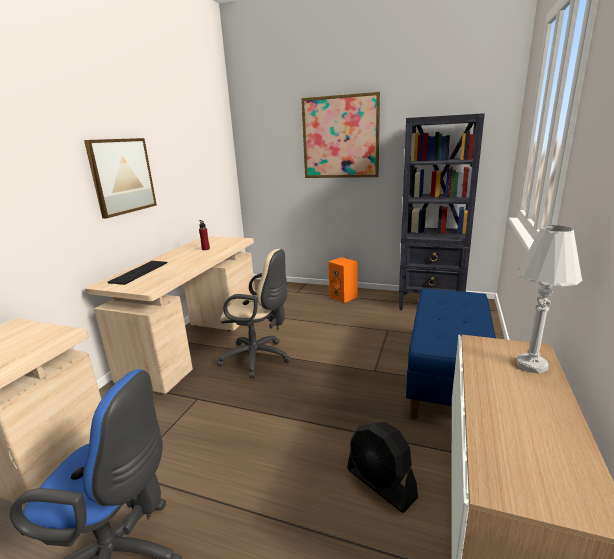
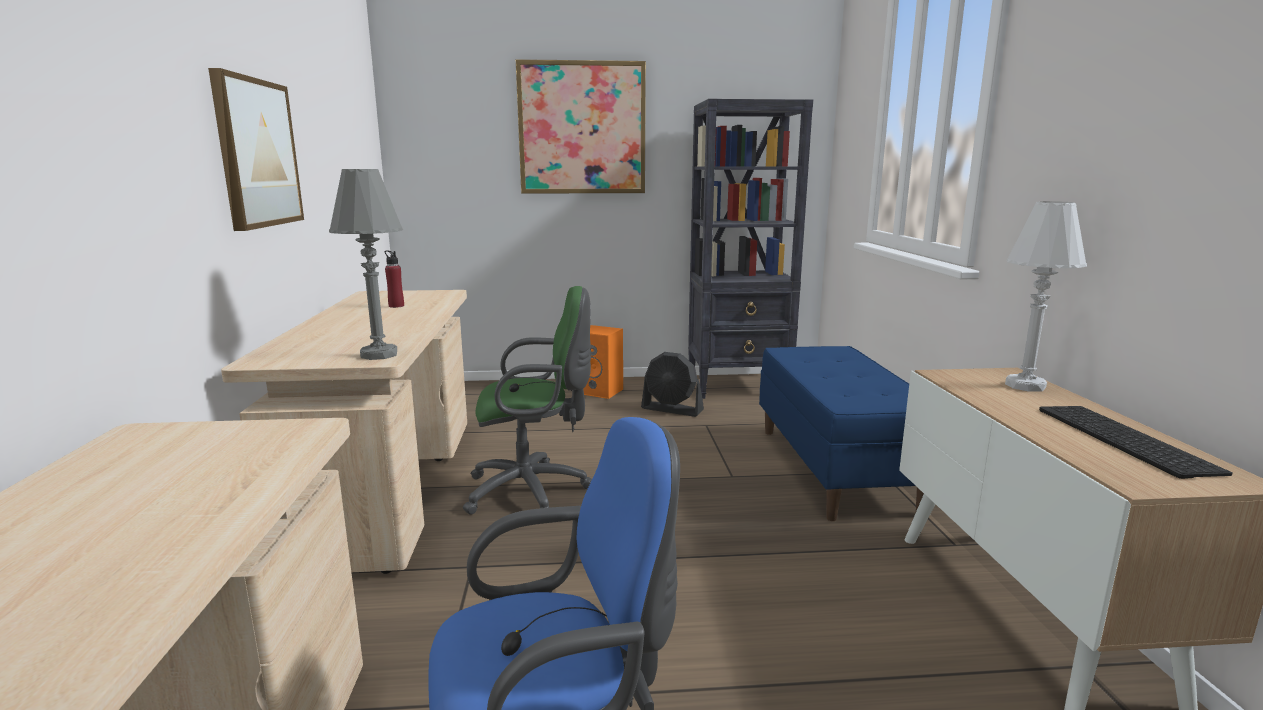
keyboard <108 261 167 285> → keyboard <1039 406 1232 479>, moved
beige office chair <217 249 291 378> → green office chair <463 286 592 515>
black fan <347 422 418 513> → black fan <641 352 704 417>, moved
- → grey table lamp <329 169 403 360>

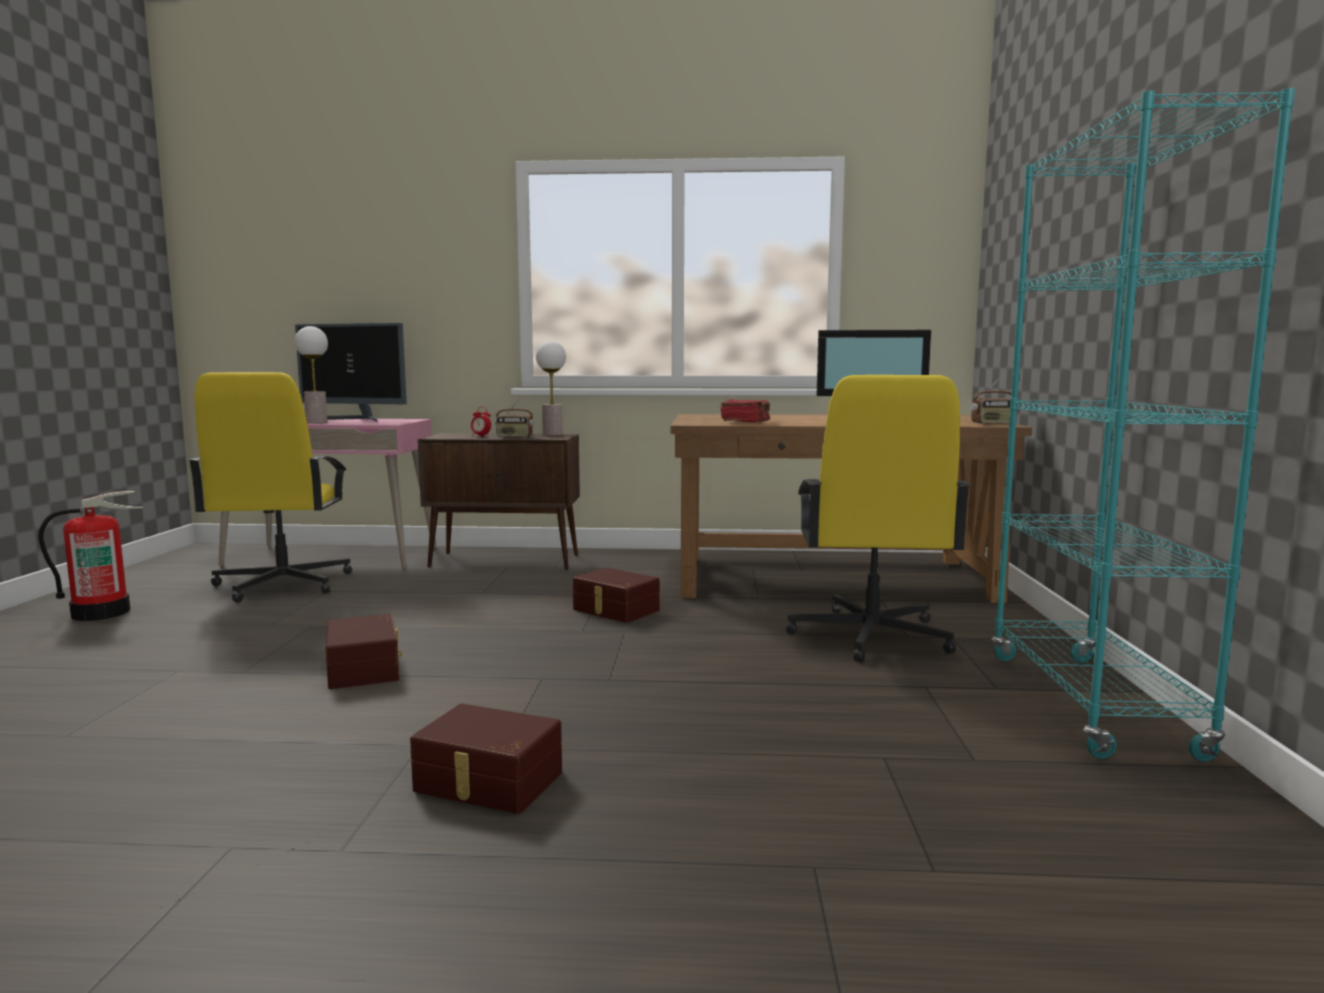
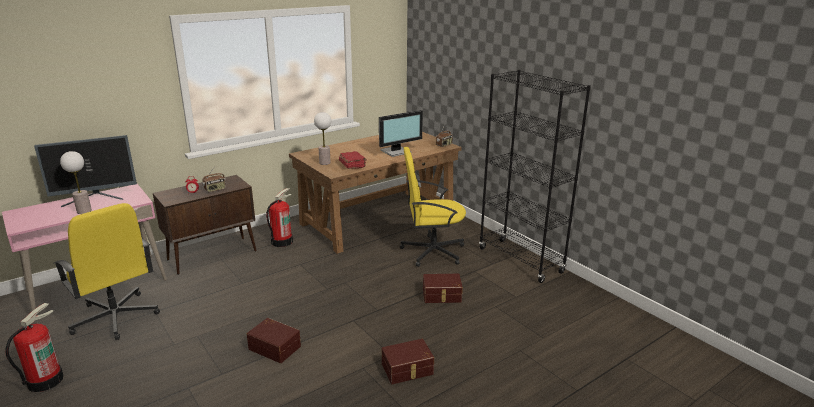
table lamp <536 341 566 436> → table lamp <314 112 331 165>, moved
brown storage box <573 567 660 623> → brown storage box <423 274 463 303>, moved
yellow office chair <786 375 971 662> → yellow office chair <400 147 466 267>, 120 degrees clockwise
turquoise bookcase <992 88 1295 762> → black bookcase <479 70 591 283>
- → fire extinguisher <266 188 293 247>

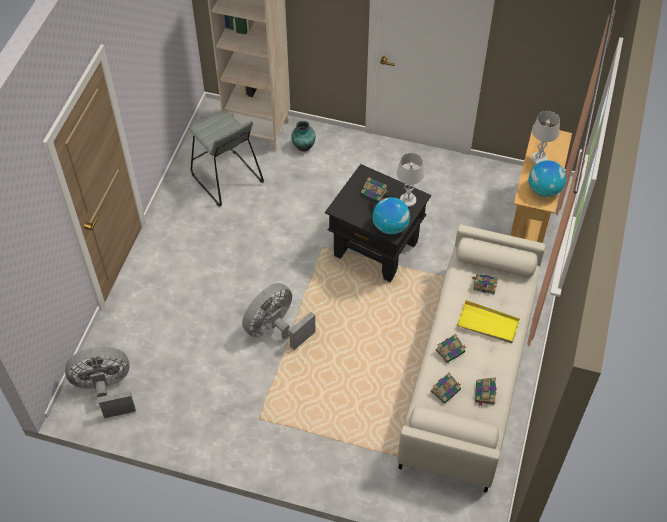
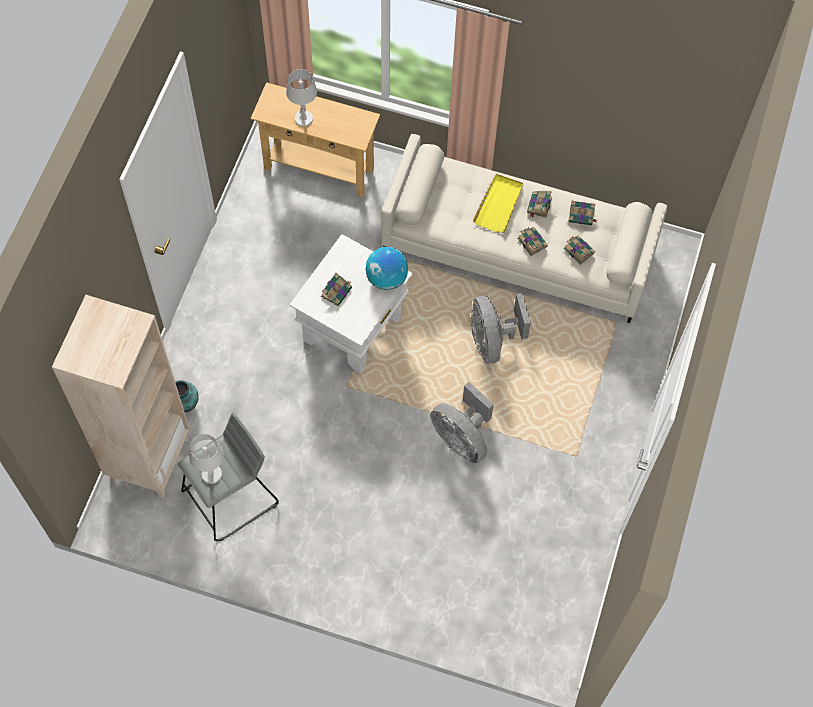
grey fan <65 347 136 418> → grey fan <471 293 531 363>, moved
black side table <325 164 431 282> → white side table <290 234 413 374>
white table lamp <397 153 424 207> → white table lamp <189 434 224 484>, moved
book <472 273 498 295> → book <527 191 552 218>, moved
globe <528 160 566 197> → -

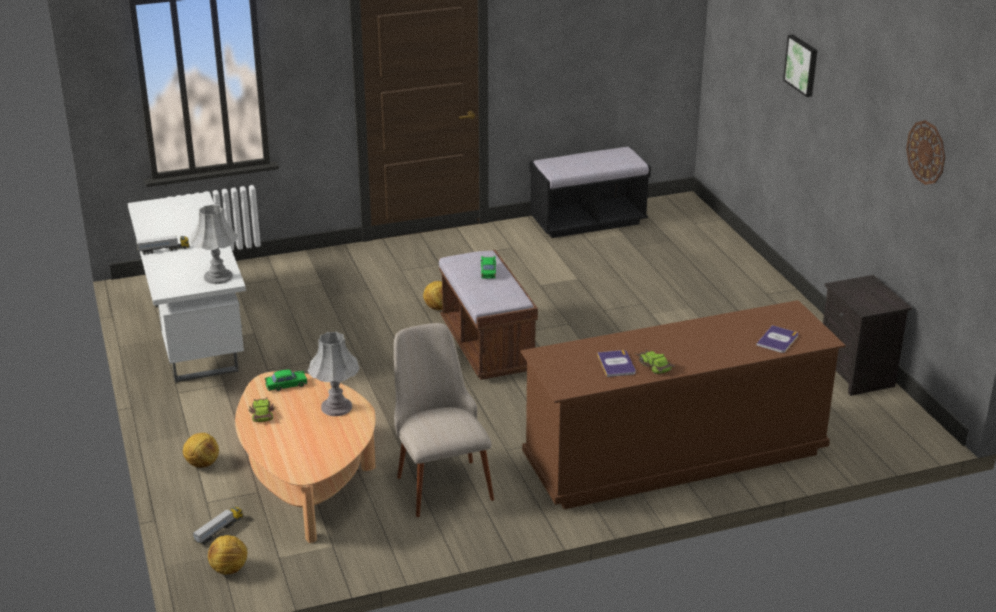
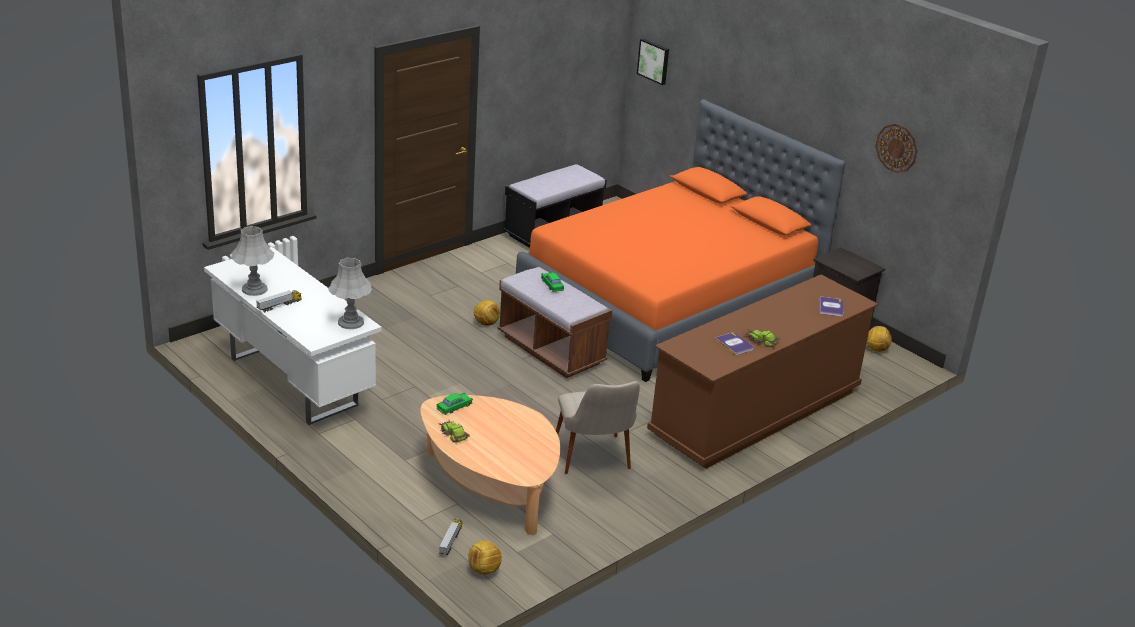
football <183 433 219 468> → football <867 326 892 352>, moved
grey table lamp <307 332 360 416> → grey table lamp <231 226 274 296>, moved
beige chair <394 323 494 517> → beige chair <556 381 640 474>, 150 degrees counterclockwise
picture <783 35 817 97> → picture <637 38 669 85>, moved
- → orange bed <516 99 845 382>

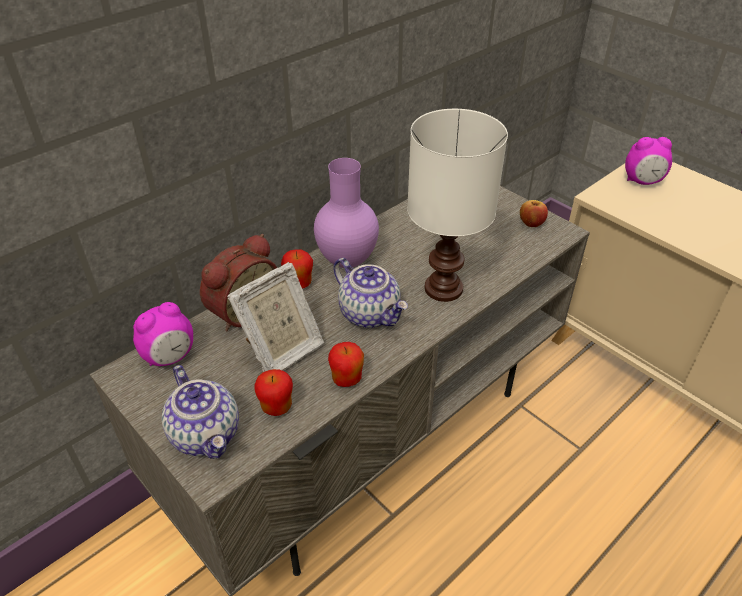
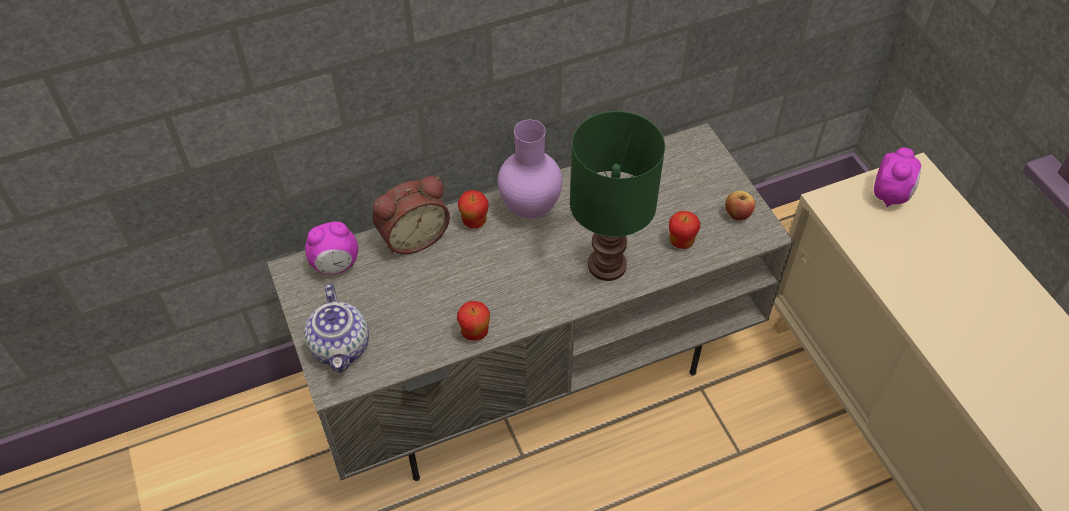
picture frame <227 262 324 372> → -
apple <254 369 293 416> → apple <669 211 700 249>, moved
teapot <333 258 408 328> → -
white table lamp <407 109 508 302> → green table lamp <570 111 665 281>
alarm clock <625 137 672 185> → alarm clock <874 148 921 207>, 90 degrees counterclockwise

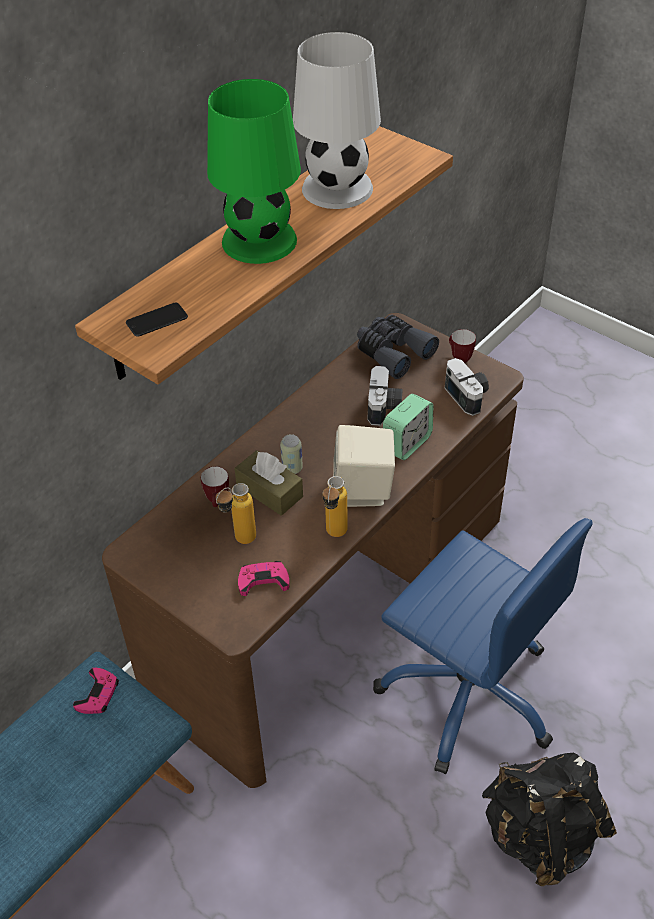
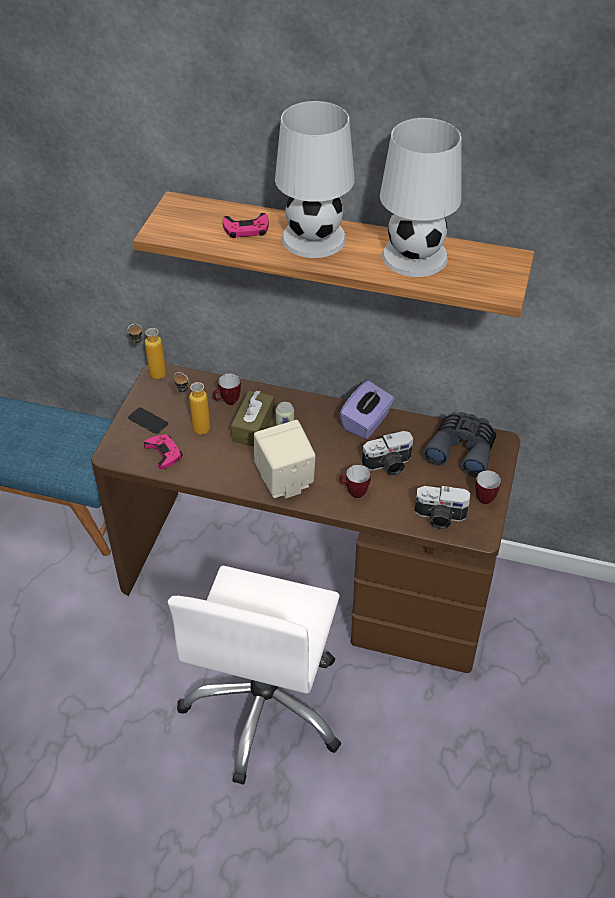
pink game controller <73 668 119 714> → pink game controller <223 213 269 238>, moved
phone <126 302 188 337> → phone <128 407 168 434>, moved
green table lamp <207 79 301 264> → white table lamp <275 101 355 258>
bottle <323 476 348 537> → bottle <127 324 166 379>, moved
blue office chair <373 518 593 774> → white office chair <168 566 341 785>
alarm clock <383 394 433 460> → mug <339 465 371 498>
photo camera <445 358 489 416> → photo camera <415 486 470 529>, 60 degrees clockwise
black backpack <482 753 617 886> → -
- → purple tissue box <340 381 395 439>

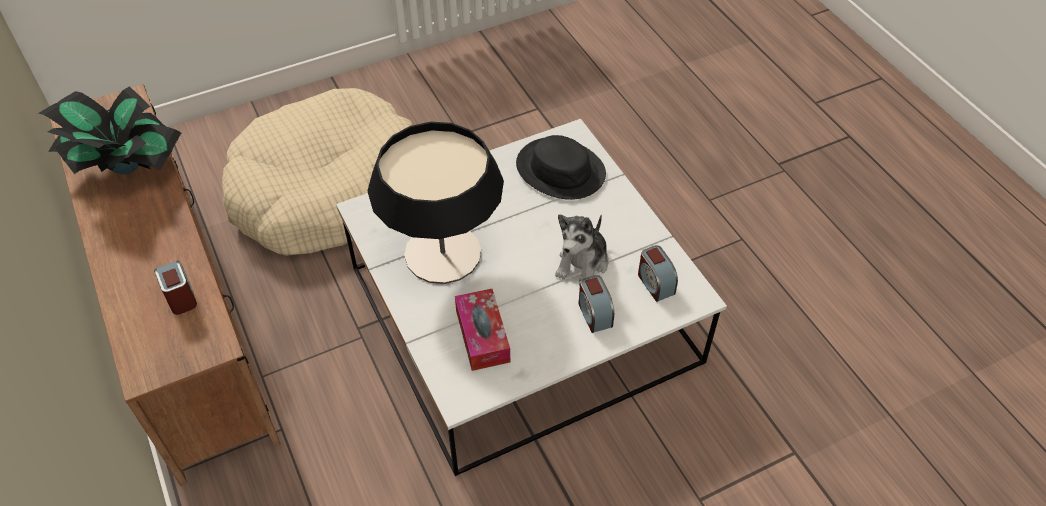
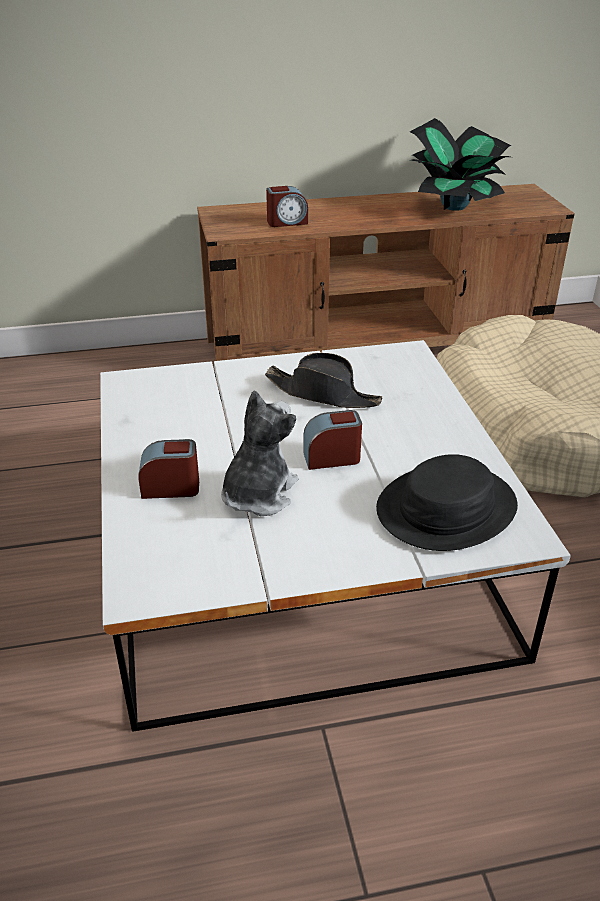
table lamp <367 122 504 284> → black hat <265 353 382 408>
tissue box <455 289 510 371> → -
plush toy <555 215 609 286> → plush toy <221 390 298 516>, 75 degrees clockwise
alarm clock <638 245 678 302> → alarm clock <303 410 362 470>, moved

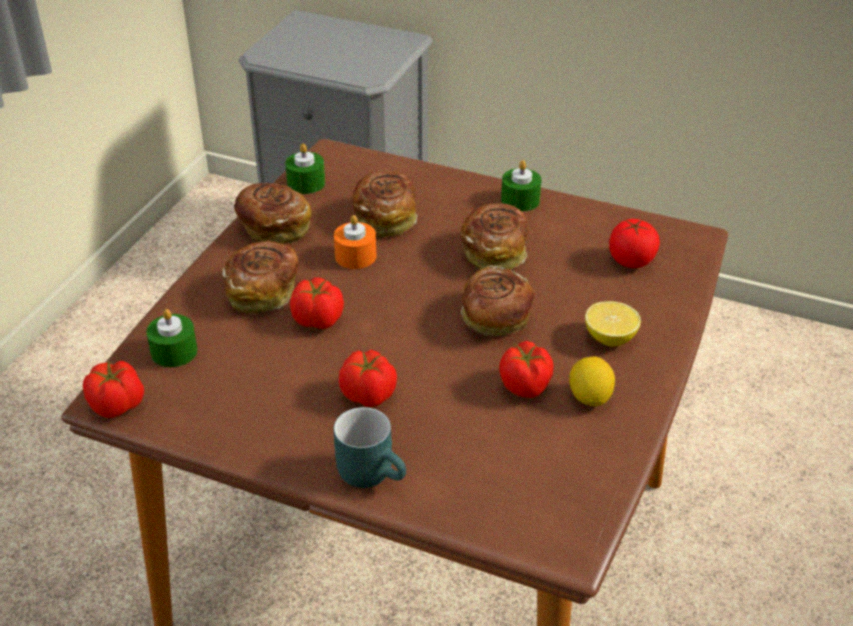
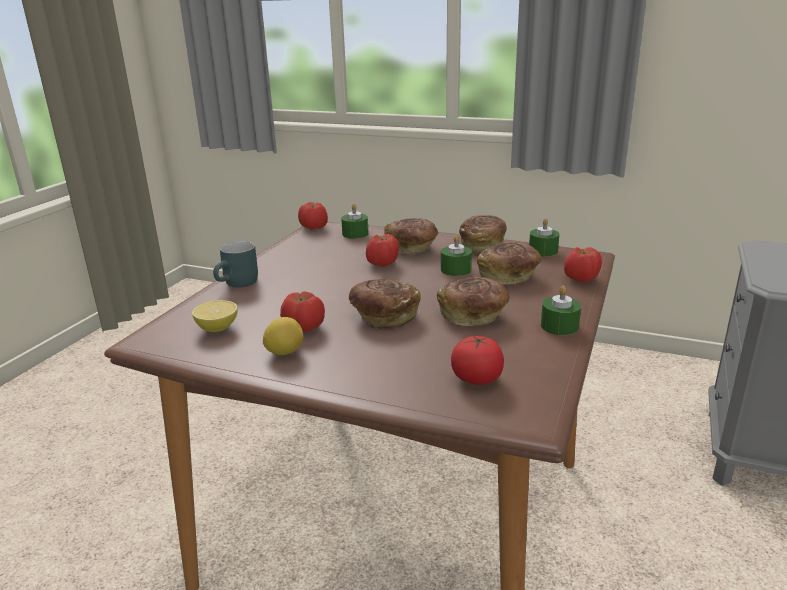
orange candle <334 215 376 269> → green candle <441 235 472 276>
tomato <339 350 397 407> → tomato <564 247 602 282>, moved
lemon <585 301 641 346> → lemon <192 300 238 332>, moved

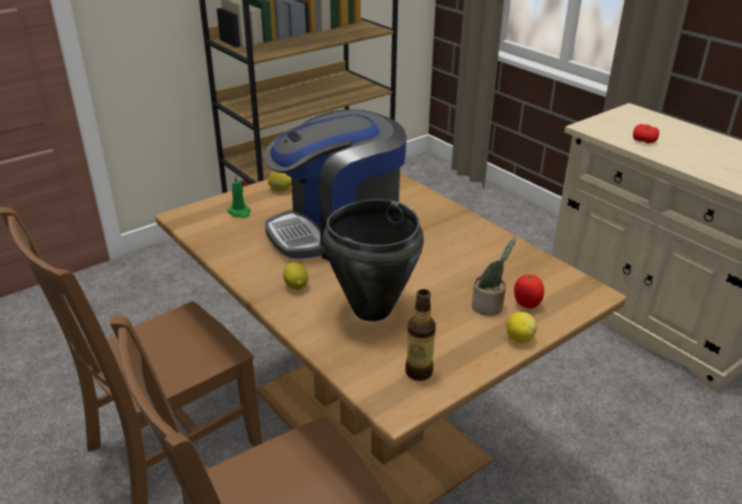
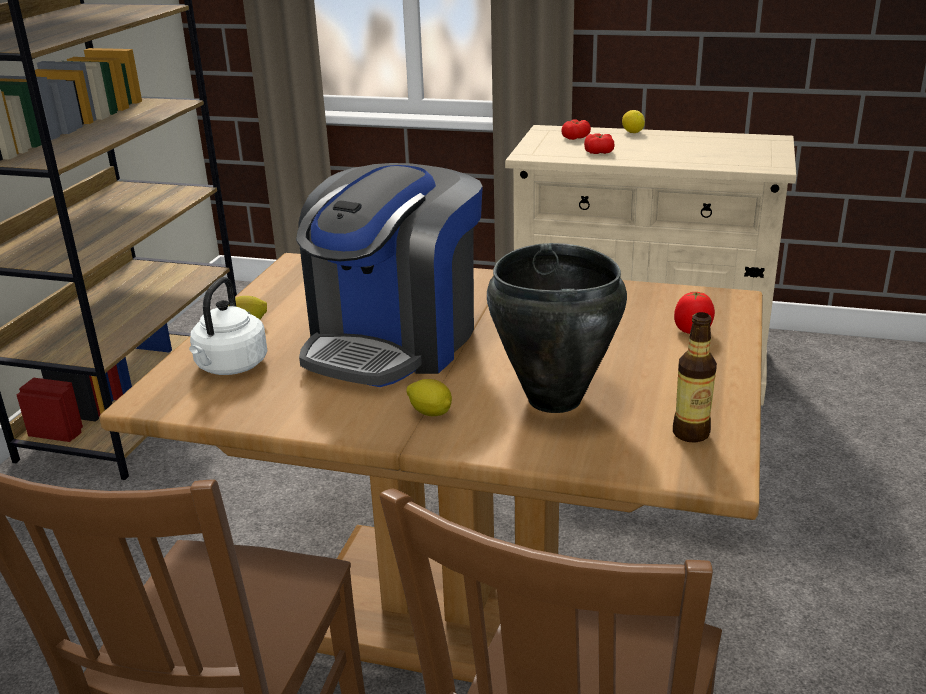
green candle <227 174 251 218> → white kettle <189 277 267 375>
potted plant <472 237 517 316> → -
lemon <507 312 537 343> → lemon <622 110 645 133>, moved
- → tomato <561 119 591 140>

